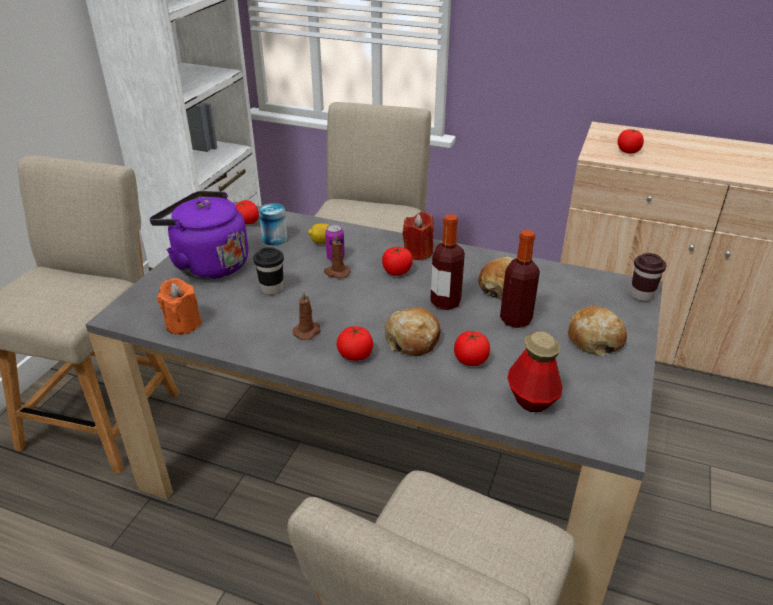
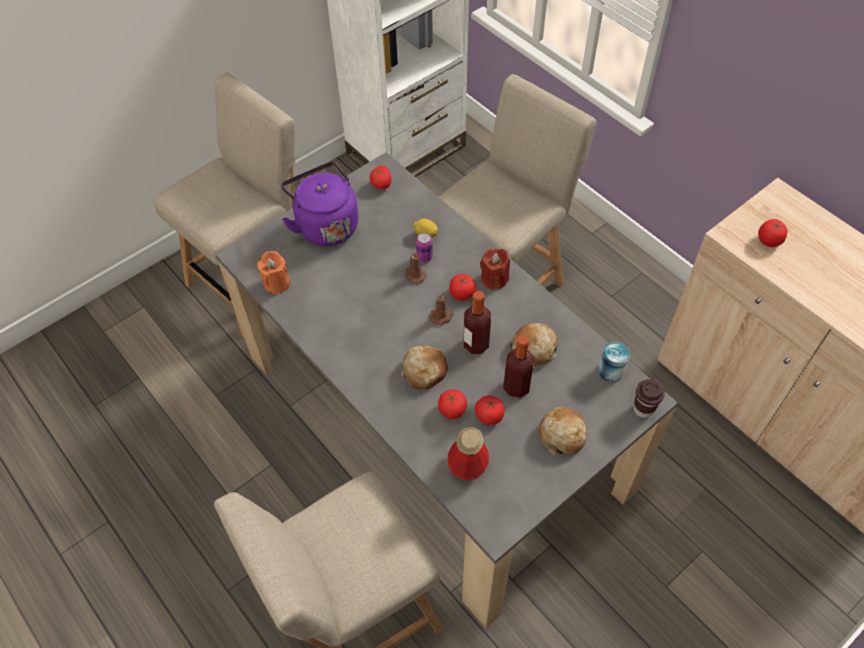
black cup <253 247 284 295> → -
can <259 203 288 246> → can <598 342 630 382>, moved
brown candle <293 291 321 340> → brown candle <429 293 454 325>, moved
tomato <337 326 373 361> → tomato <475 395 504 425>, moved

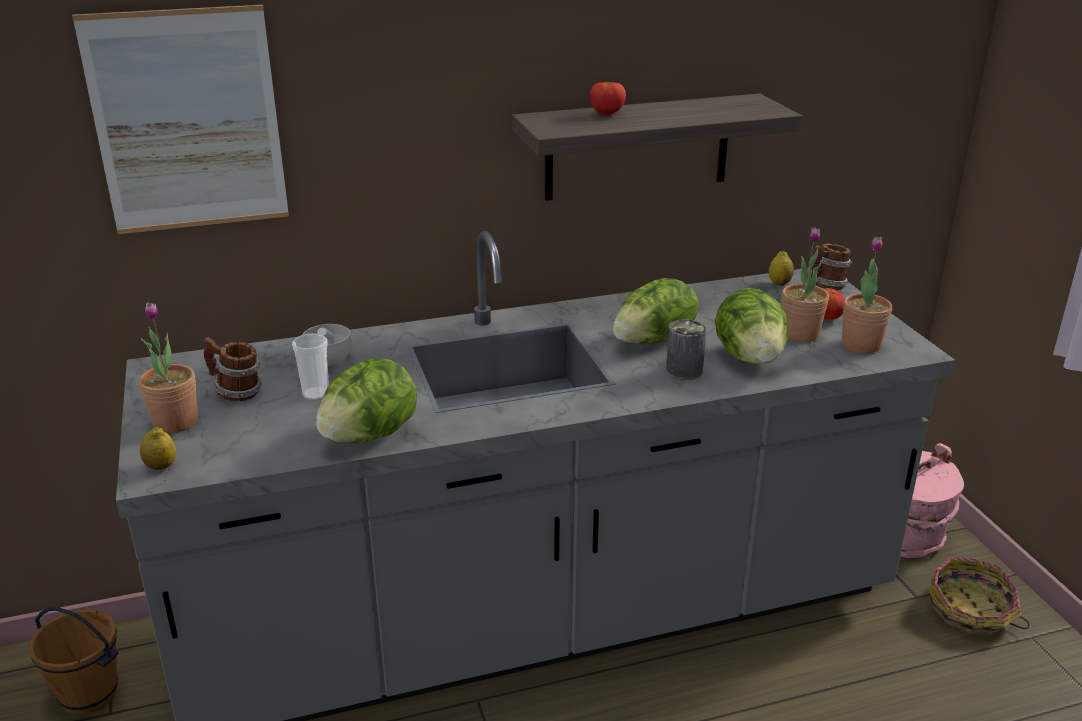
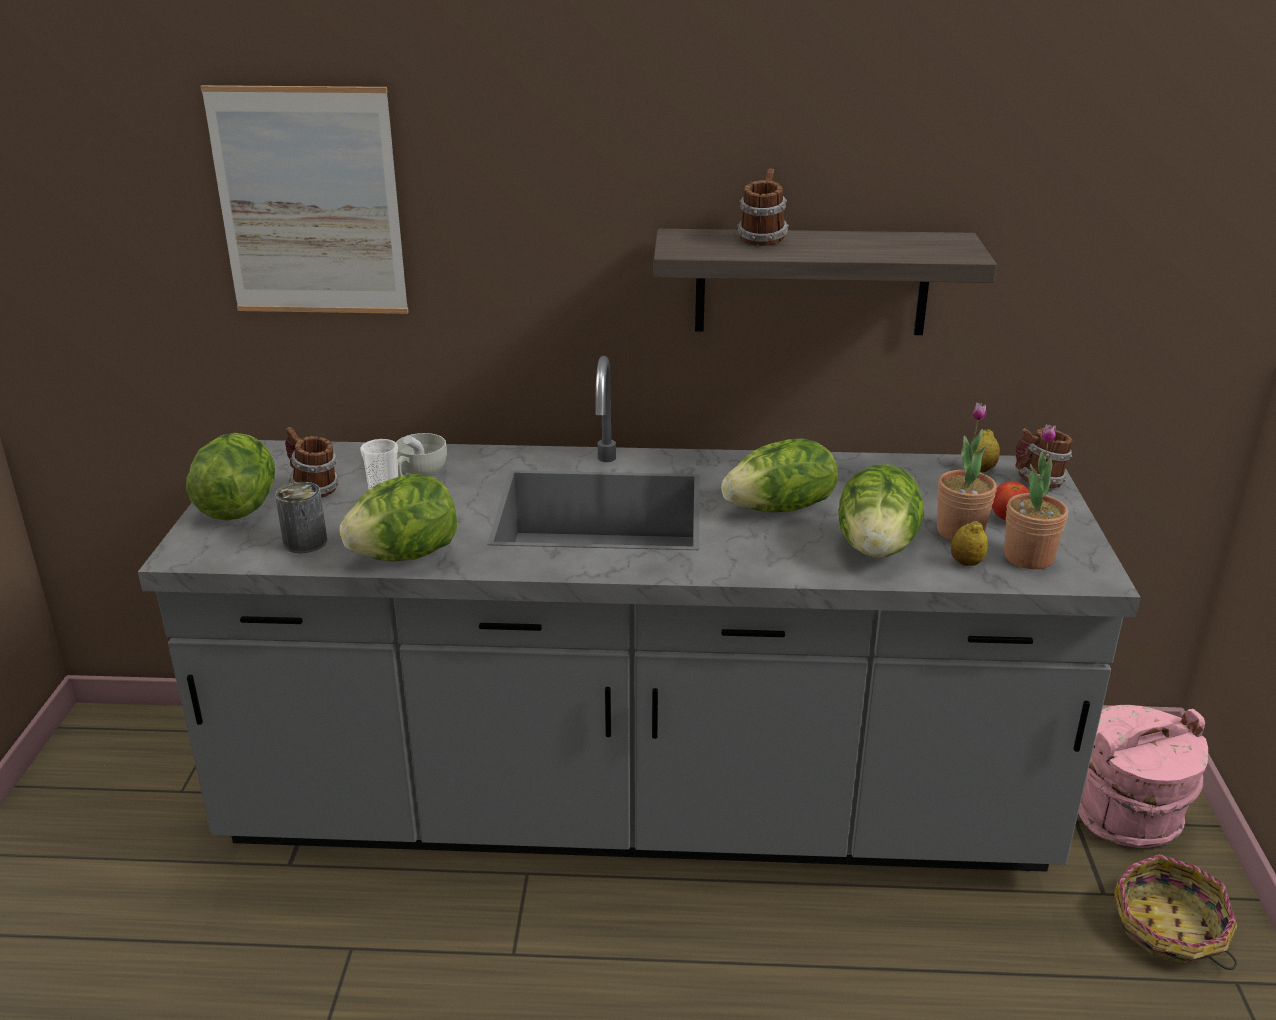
brown bucket <29 607 118 715> → -
potted plant <139 302 198 434> → lettuce <186 433 275 521>
lemon <140 427 176 470> → lemon <951 521 988 566>, moved
tomato <590 82 626 115> → mug <737 169 789 246>
can <666 319 706 380> → can <275 482 327 553>, moved

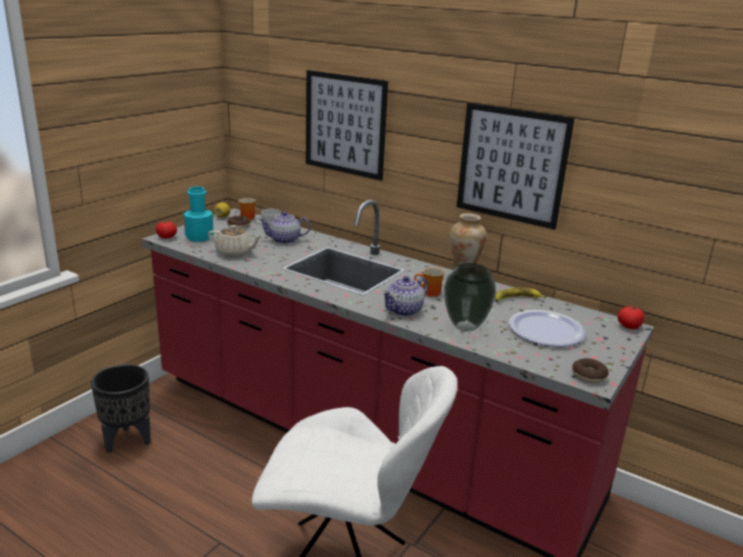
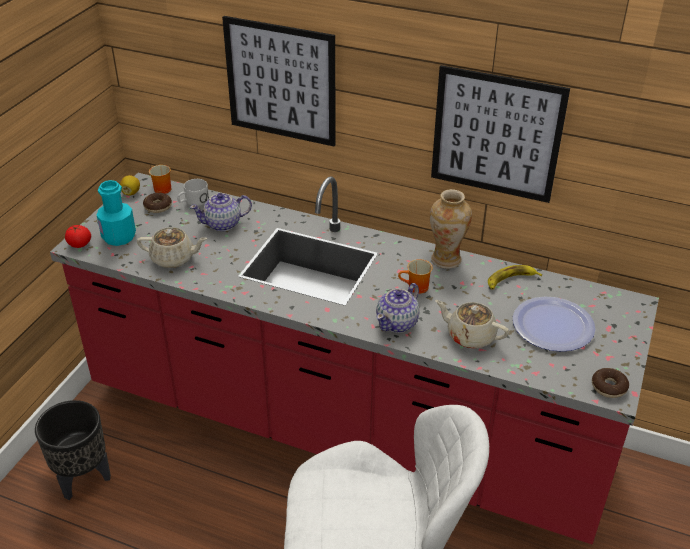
vase <444 263 496 331> → beige teapot <435 300 509 349>
tomato <618 306 645 329> → -

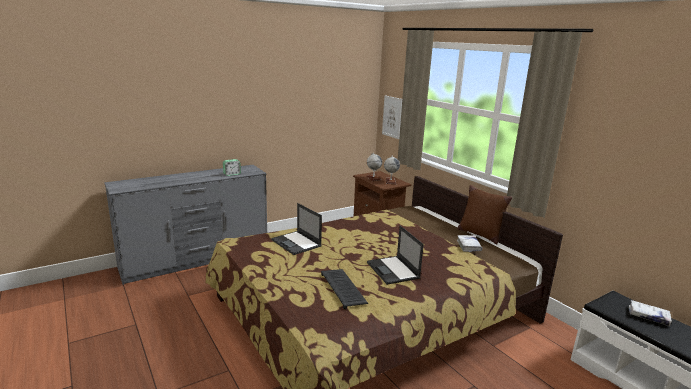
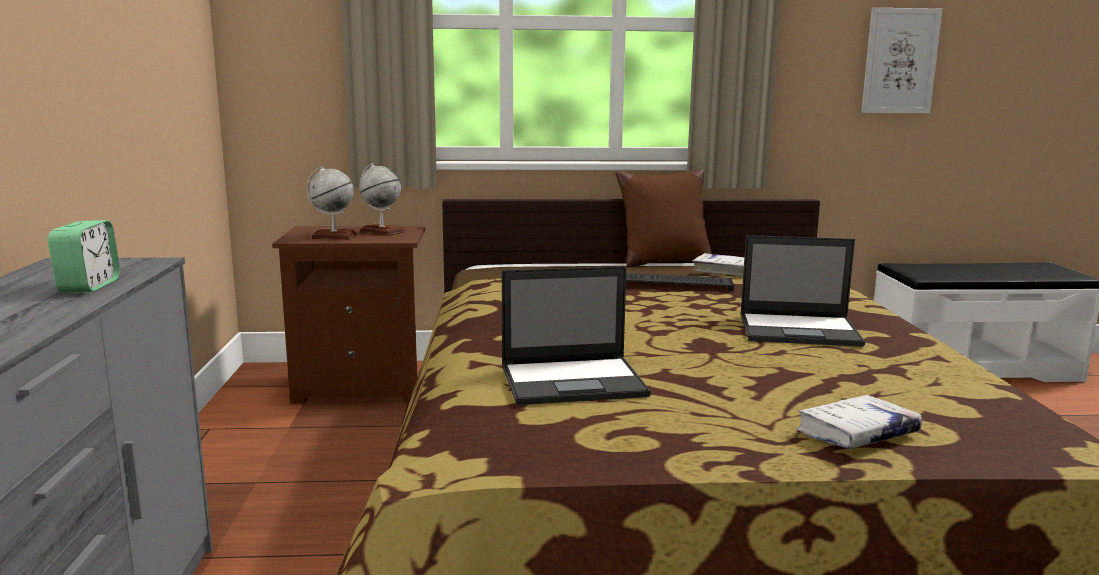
keyboard <321 269 368 309> → keyboard <626 273 734 291>, moved
picture <382 95 402 139> → picture <861 8 943 113>, moved
white book <629 300 672 326> → white book <796 395 922 449>, moved

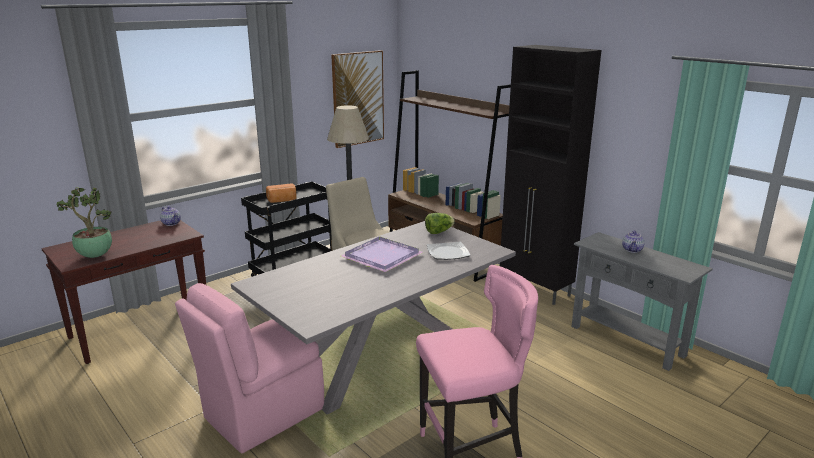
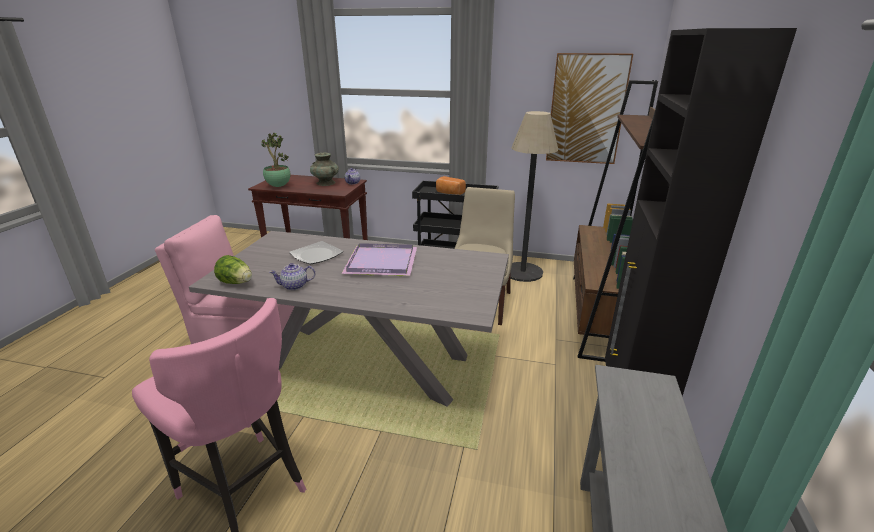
lettuce <425 213 455 234> → lettuce <214 255 252 284>, moved
plate <427 242 471 260> → plate <289 241 343 264>, moved
teapot <622 230 645 253> → teapot <269 263 315 290>, moved
- → turquoise vase <310 153 339 186>

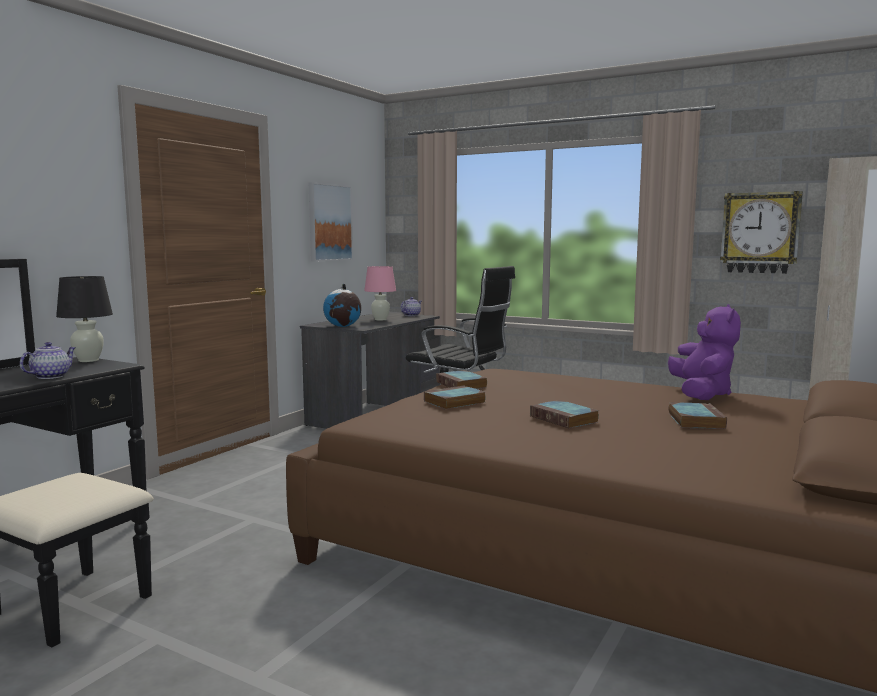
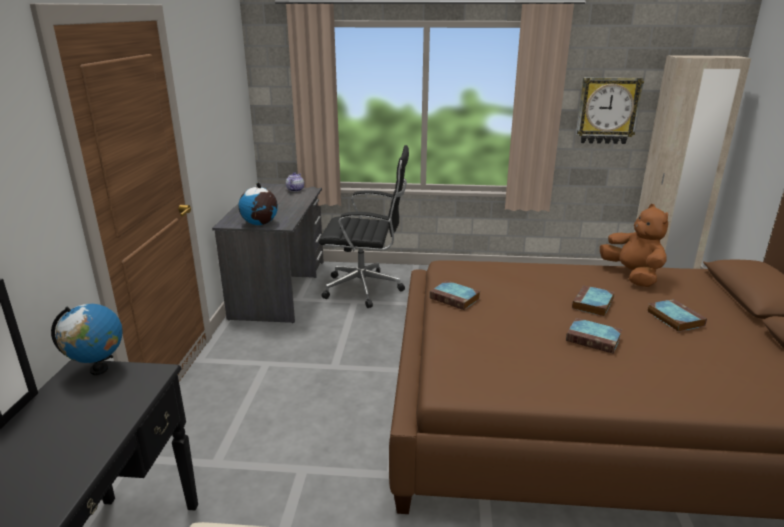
teapot <20 342 76 379> → -
black table lamp <56 276 113 362> → globe <51 304 123 375>
picture <309 182 353 262> → -
pink table lamp <364 266 396 321> → -
book <424 386 486 409> → book <572 285 614 317>, moved
purple plush toy <668 304 741 400> → brown plush toy <600 204 668 287>

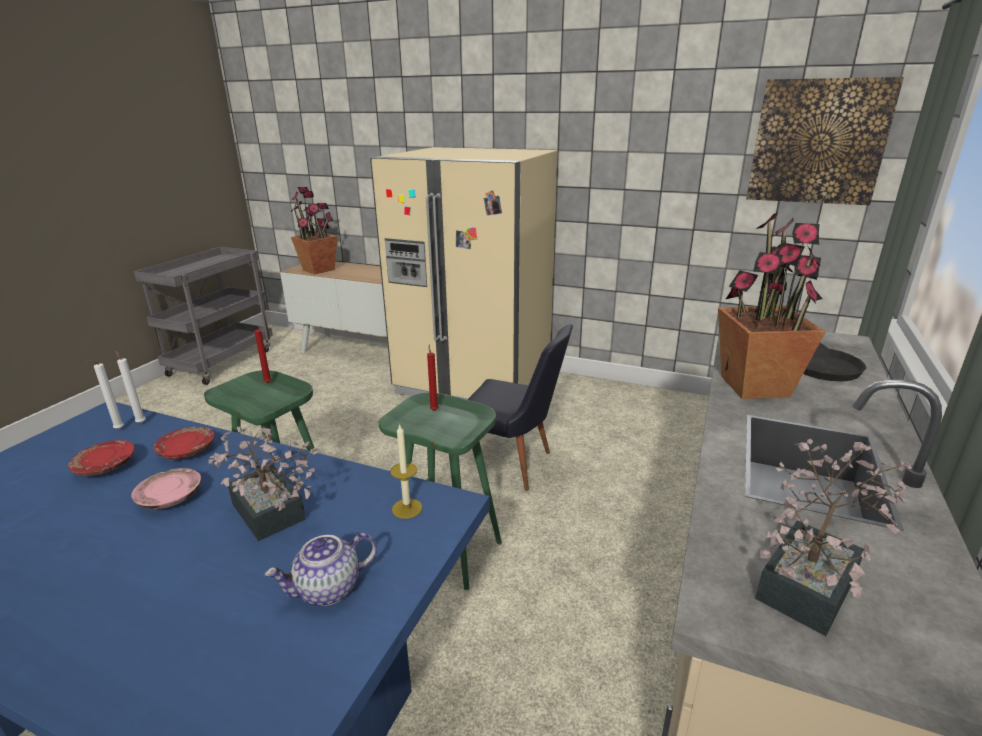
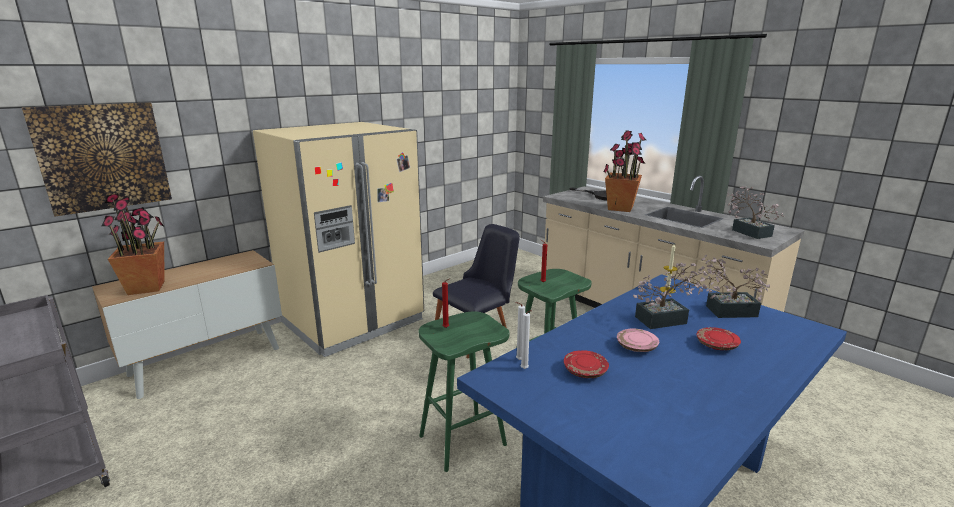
red plate <154 427 214 459> → red plate <696 327 741 350>, moved
teapot <265 533 377 606> → potted plant <696 255 770 318>
picture <746 77 904 205> → picture <22 102 172 216>, moved

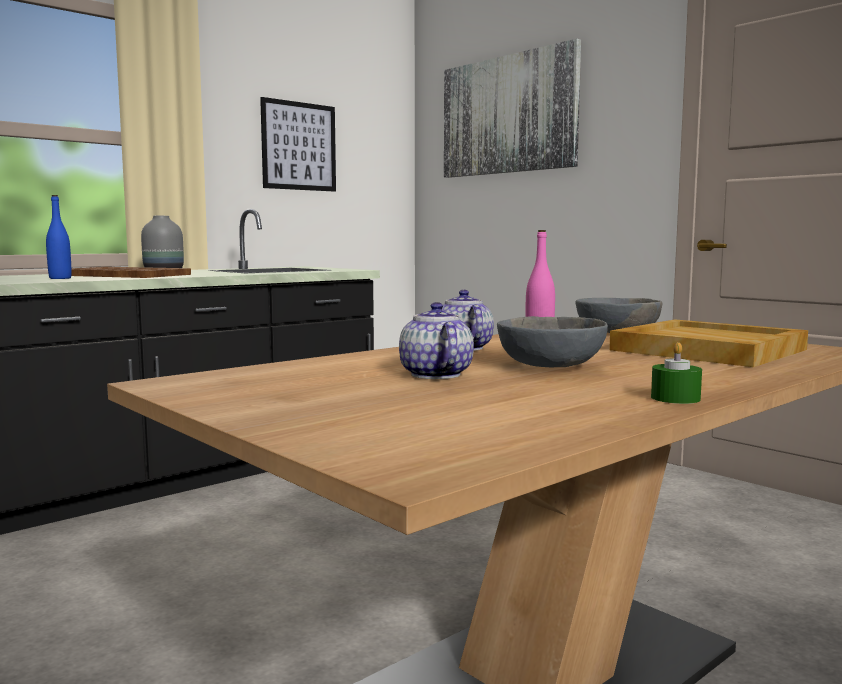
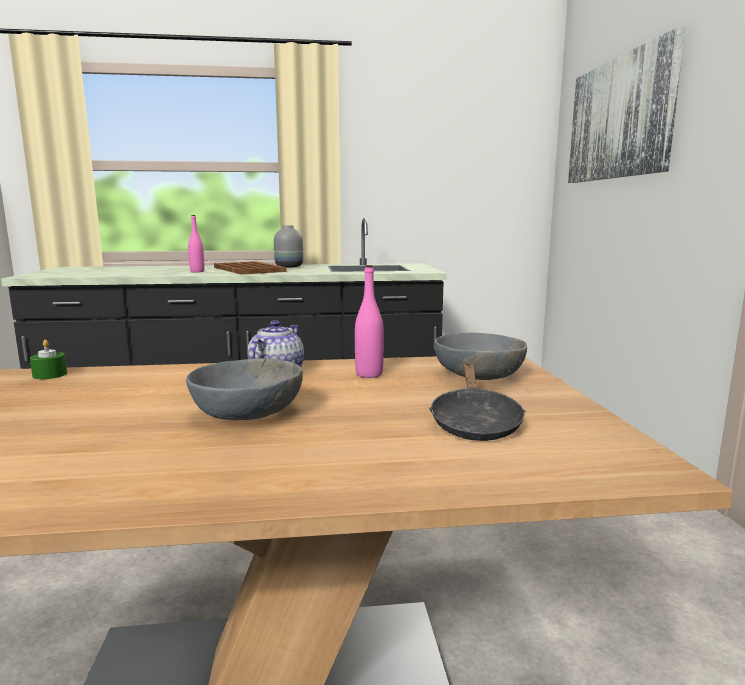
blue bottle <46 195 72 279> → pink bottle <188 215 205 273>
picture <260 97 336 192> → -
teapot <399 302 474 379> → -
beige tray <609 319 808 367> → black frying pan <429 363 526 441>
green candle <651 342 702 404> → green candle <30 340 67 379>, moved

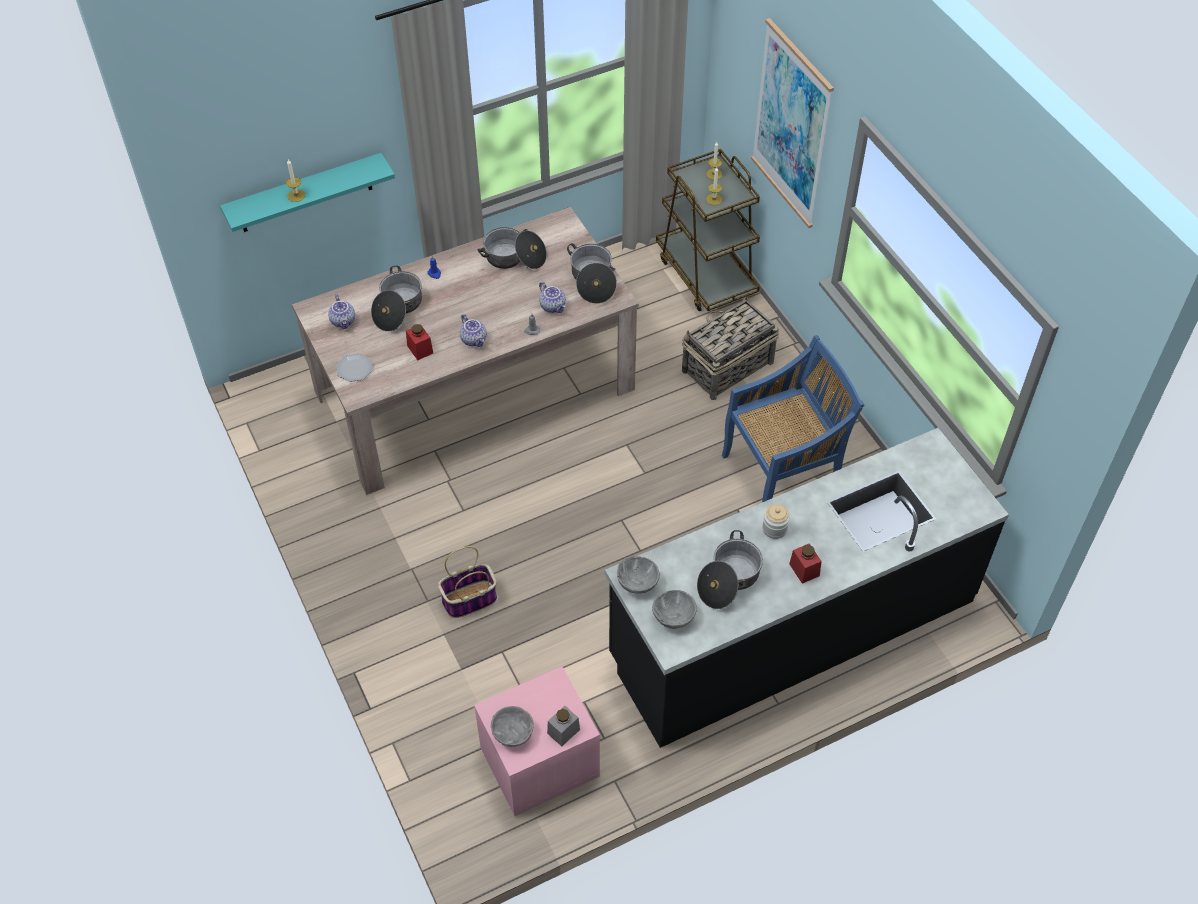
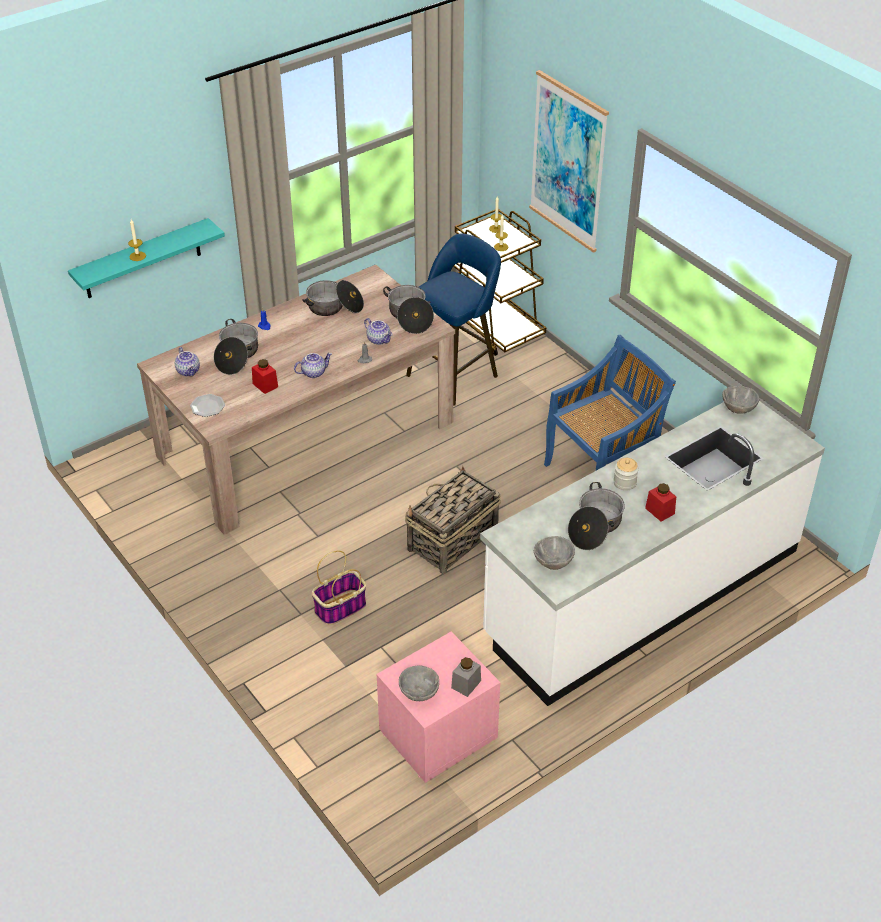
teapot <460 314 487 347> → teapot <294 353 332 378>, 75 degrees counterclockwise
black counter <605 428 1009 748> → white counter <480 401 825 706>
grey bowl <617 556 660 594> → grey bowl <722 386 759 414>, moved
basket <682 295 779 400> → basket <405 466 501 574>, moved
- → blue stool <406 233 501 406>

